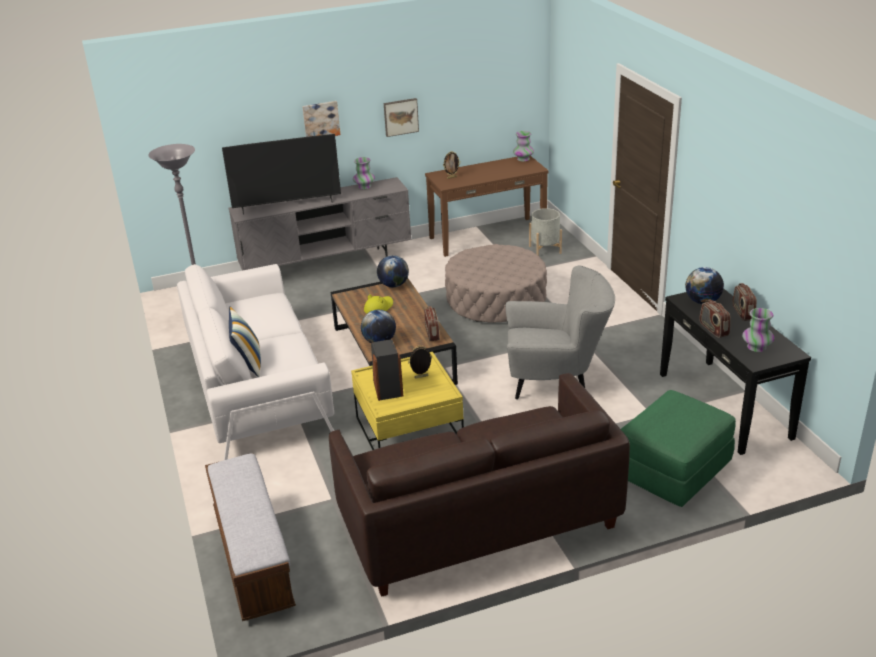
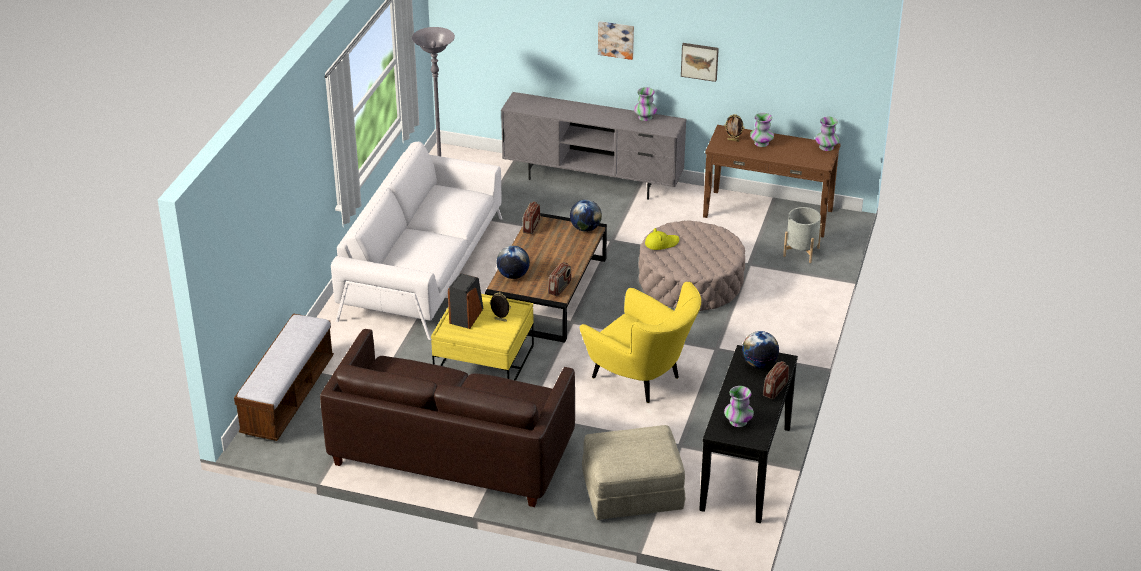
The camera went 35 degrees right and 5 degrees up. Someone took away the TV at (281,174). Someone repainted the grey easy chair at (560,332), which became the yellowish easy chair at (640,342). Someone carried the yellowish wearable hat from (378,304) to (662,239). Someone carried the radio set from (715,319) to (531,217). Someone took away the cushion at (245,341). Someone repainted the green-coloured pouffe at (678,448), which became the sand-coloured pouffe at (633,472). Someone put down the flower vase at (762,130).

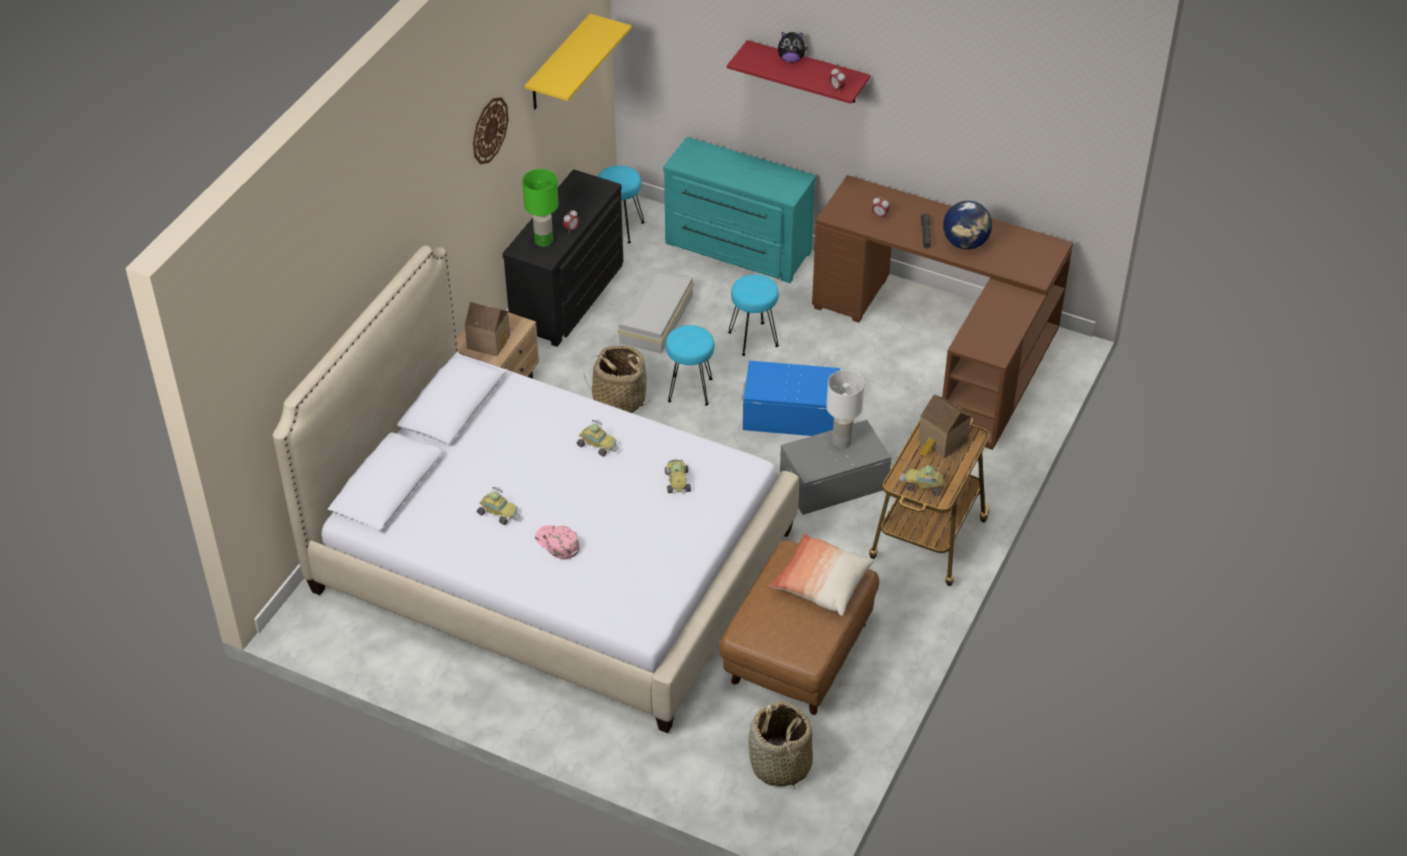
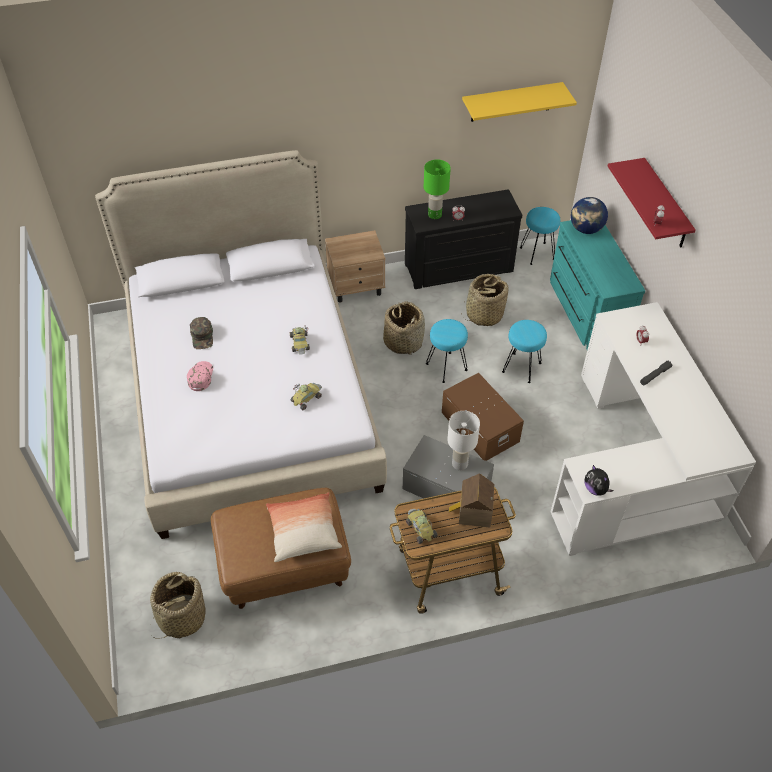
The camera went 50 degrees right and 5 degrees up. Someone carried the cuddly toy from (793,47) to (599,480). Someone took away the hanging clock at (491,130). Someone repainted the brownish desk at (942,312), which became the white desk at (653,429). Someone carried the world globe from (967,225) to (589,215). Someone swapped the white storage container at (656,310) for the household basket at (485,300). Someone took away the toy house at (487,329). Someone repainted the bluish storage container at (791,398), which became the brownish storage container at (483,417). Someone swapped the model car at (499,506) for the green-coloured peaked cap at (201,333).

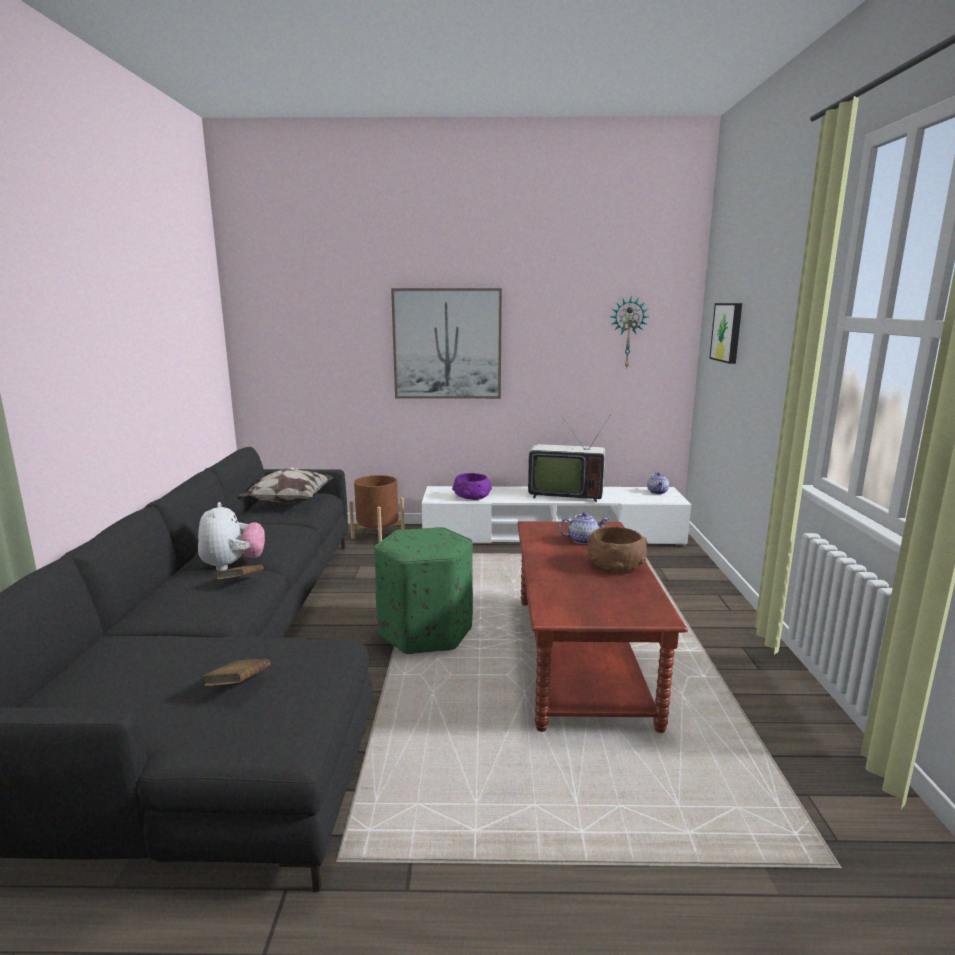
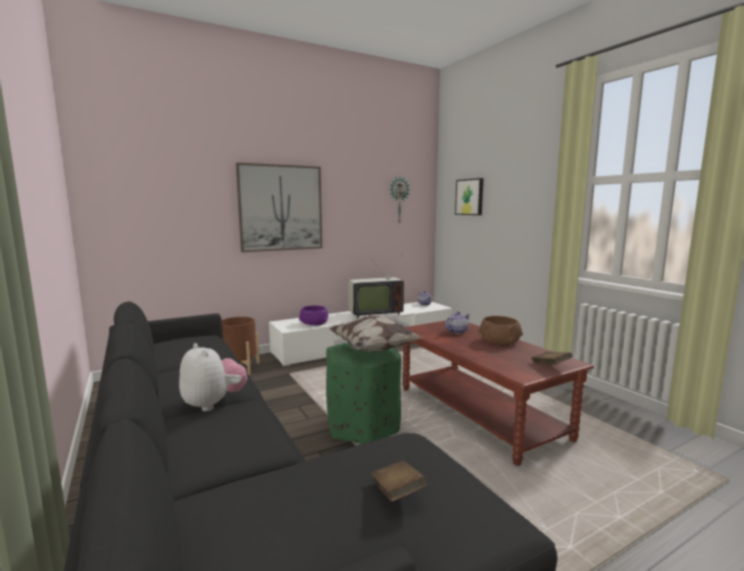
The camera went 30 degrees left and 5 degrees down. Someone carried the cushion from (285,485) to (376,333). Someone carried the brownish book from (239,572) to (551,358).

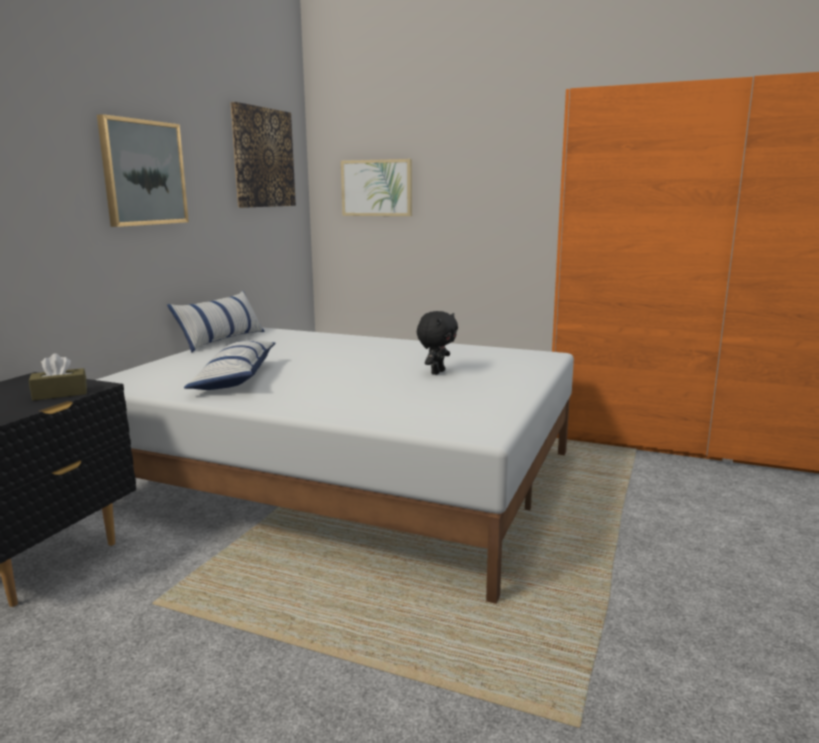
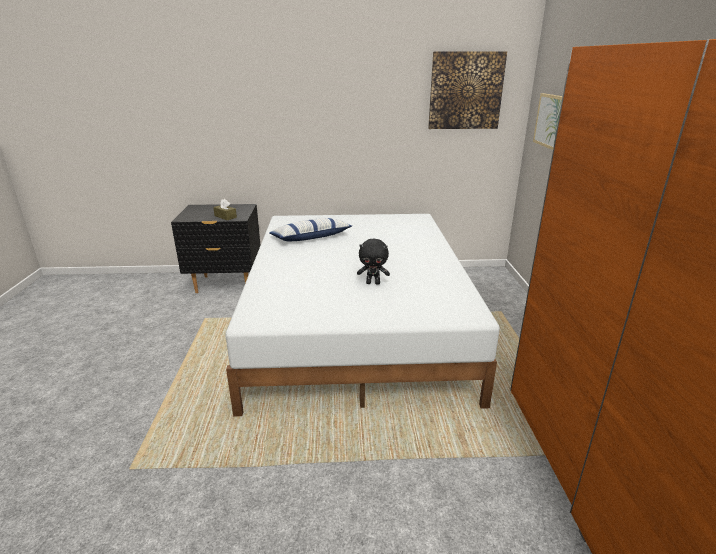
The camera went 65 degrees right and 10 degrees up. Someone took away the wall art at (143,170). Someone took away the cushion at (216,321).

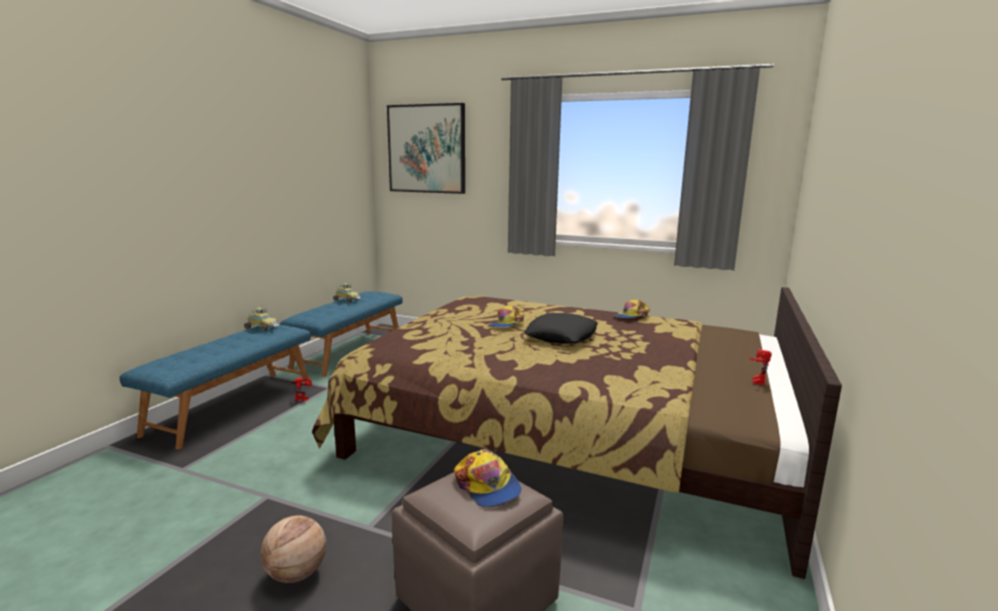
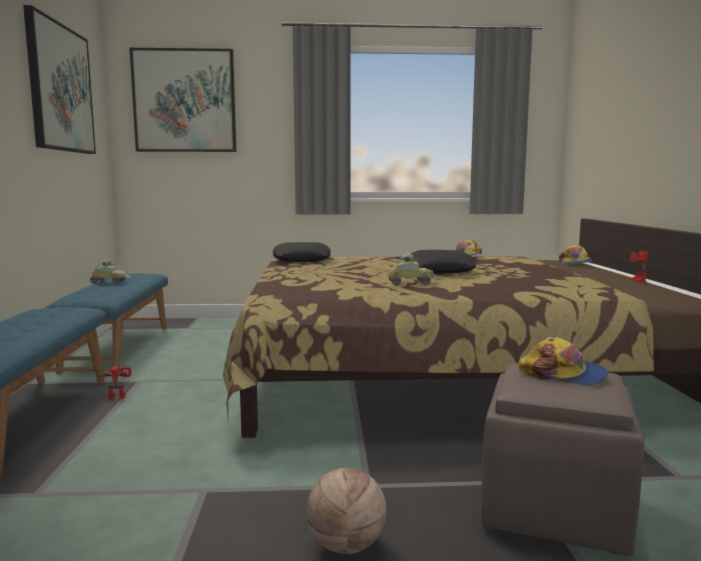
The camera went 25 degrees left and 5 degrees down. Someone carried the peaked cap from (506,316) to (575,254). Someone carried the model car from (261,319) to (412,269). Someone put up the wall art at (59,79). Someone put down the black-coloured cushion at (302,252).

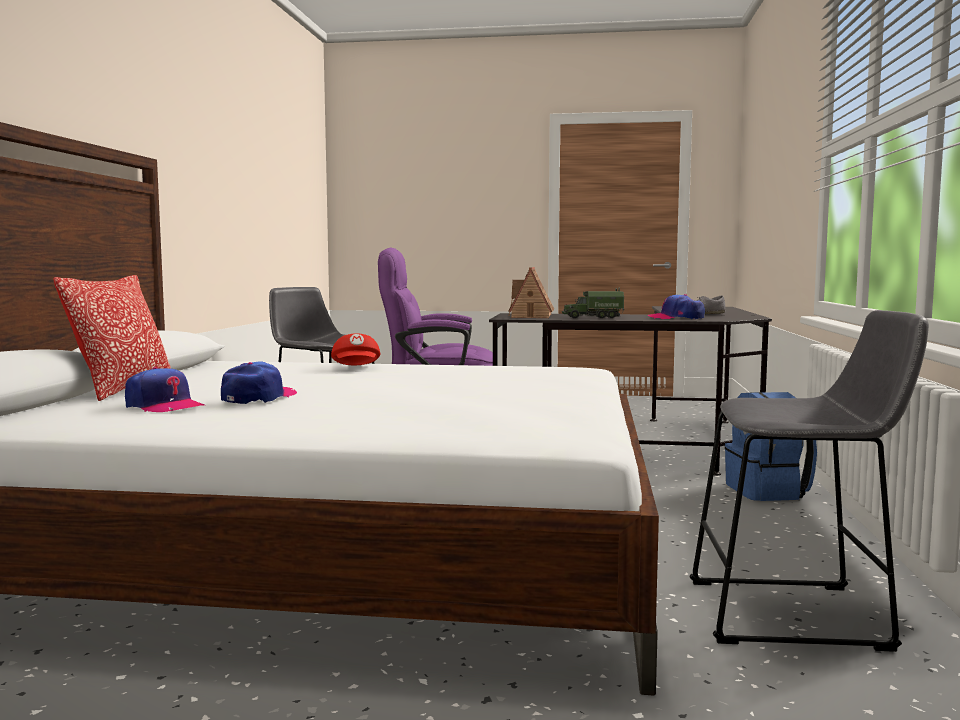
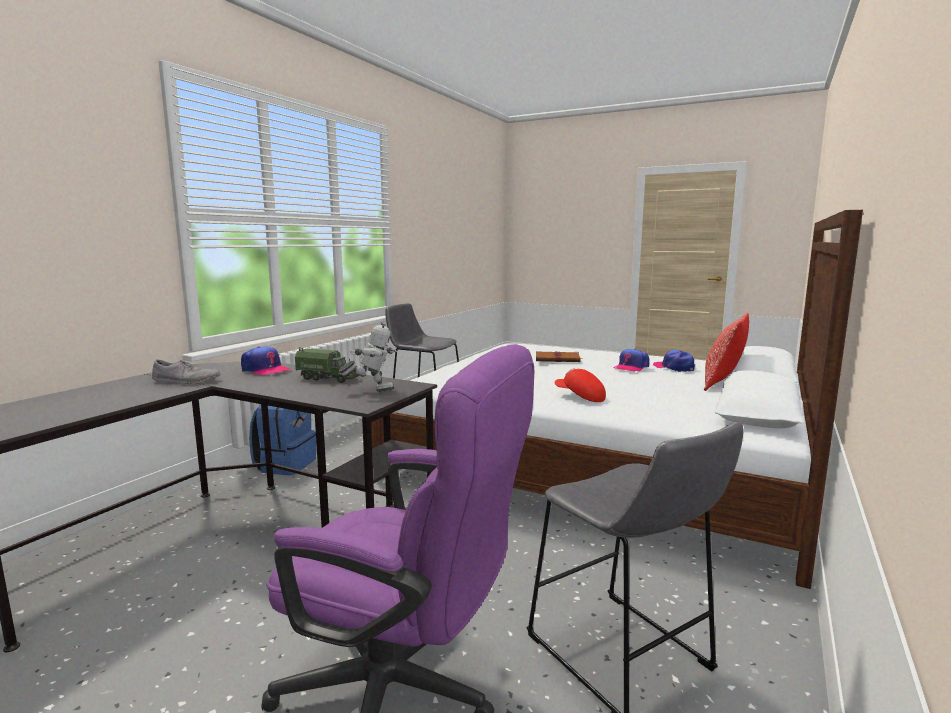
The camera went 160 degrees left and 5 degrees up. Someone swapped the toy house at (531,292) for the robot figure at (368,356). Someone rotated the red peaked cap at (355,349) by 60 degrees counterclockwise. Someone put down the brownish book at (559,356).

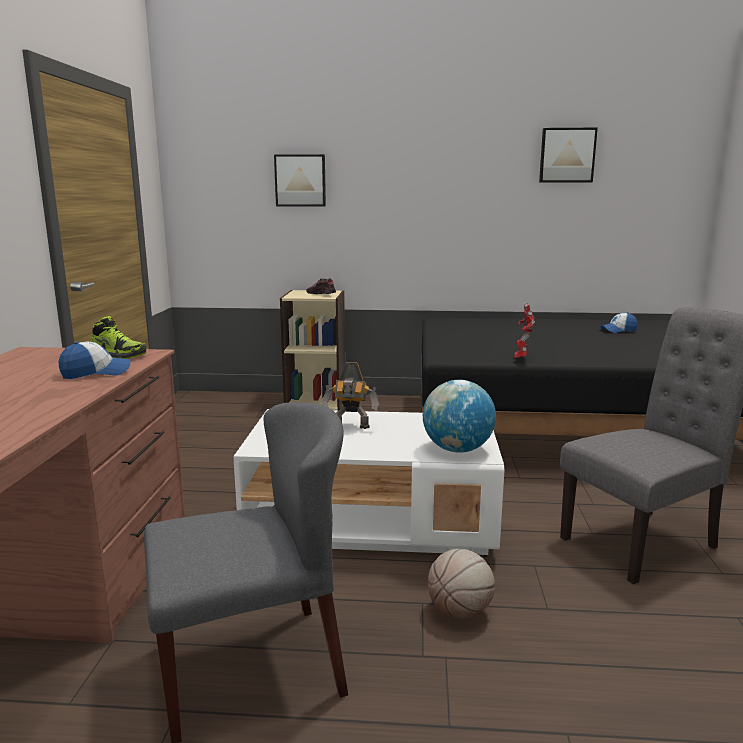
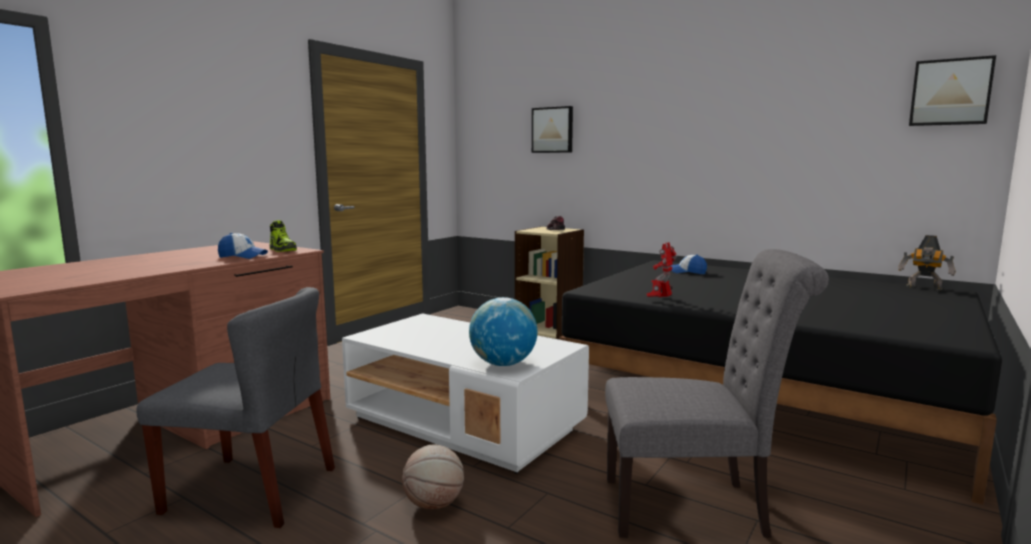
The camera went 30 degrees right and 5 degrees down. Someone carried the wall art from (568,155) to (952,90). Someone carried the peaked cap from (618,322) to (689,264). Someone carried the robot figure from (350,395) to (927,262).

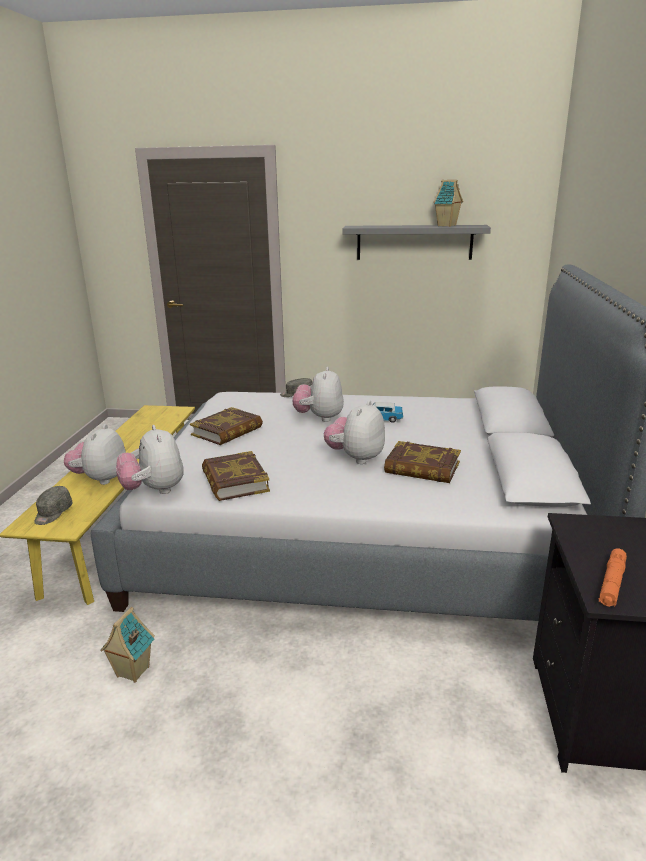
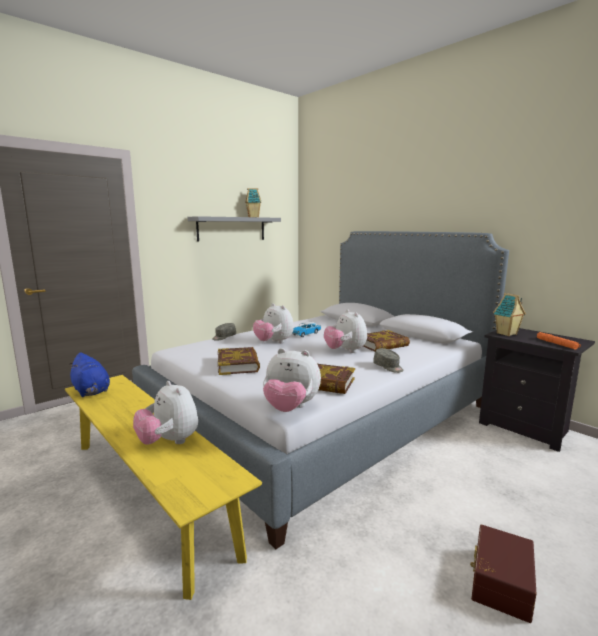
The camera went 50 degrees left and 10 degrees down. Someone carried the grey peaked cap from (53,505) to (388,360). Someone carried the toy house from (127,645) to (509,314). Someone put down the bluish cuddly toy at (89,375). Someone put down the brownish storage container at (503,574).

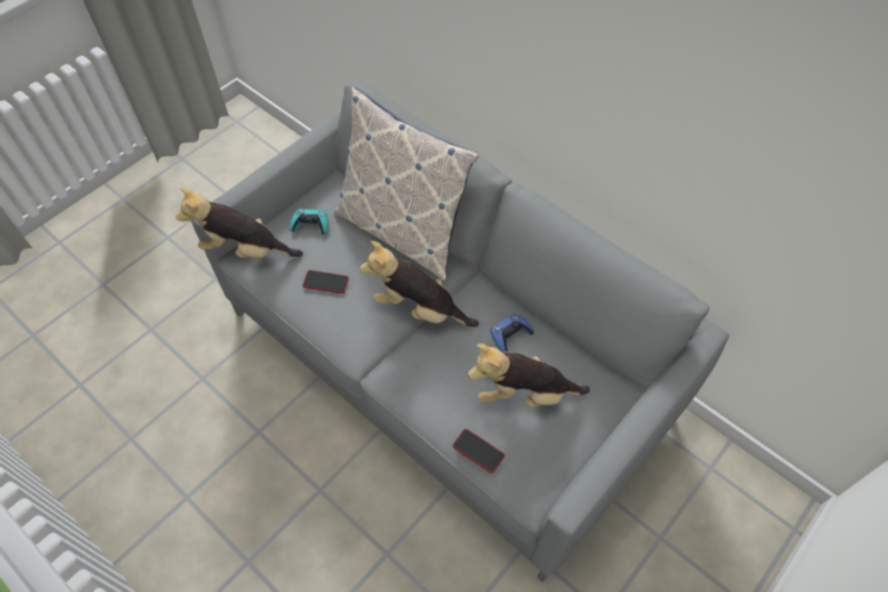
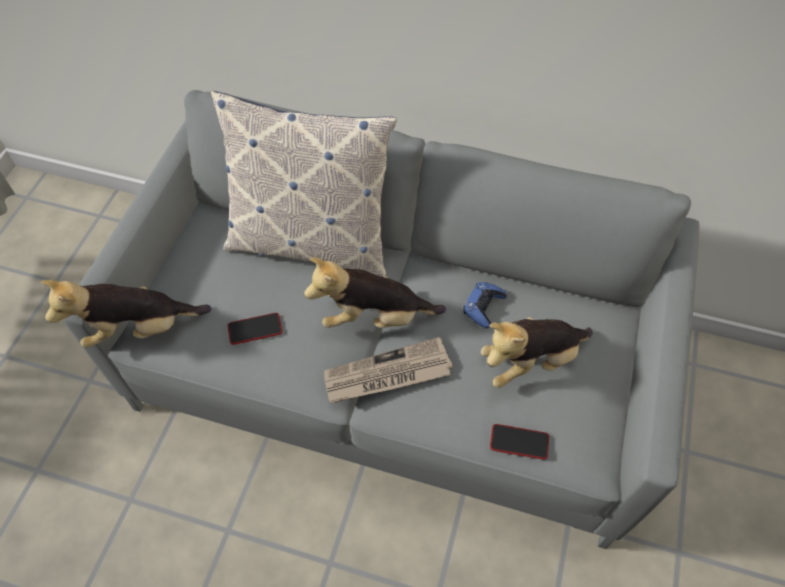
The camera went 25 degrees left and 0 degrees up. Someone took away the turquoise game controller at (309,222). Someone put down the printed paper at (388,370).

